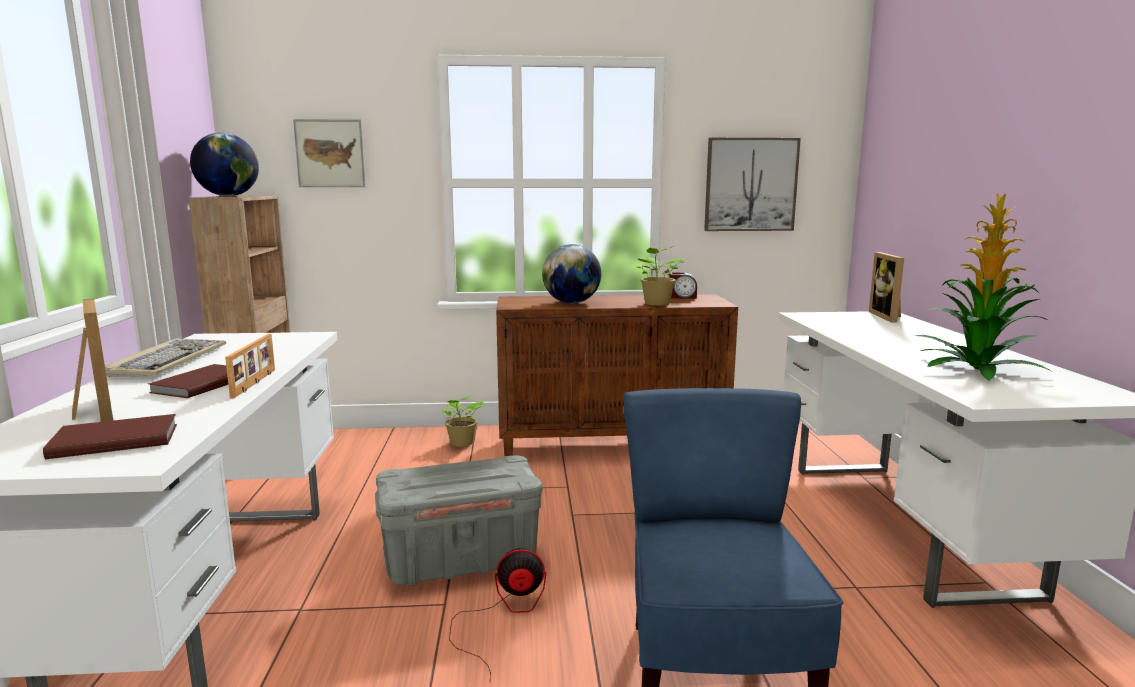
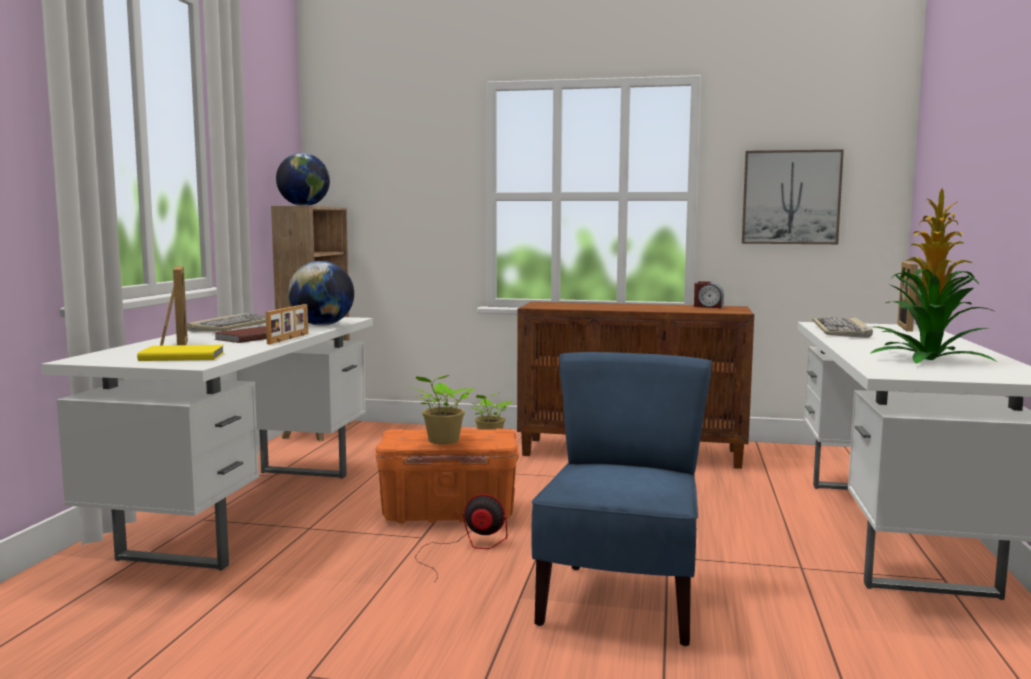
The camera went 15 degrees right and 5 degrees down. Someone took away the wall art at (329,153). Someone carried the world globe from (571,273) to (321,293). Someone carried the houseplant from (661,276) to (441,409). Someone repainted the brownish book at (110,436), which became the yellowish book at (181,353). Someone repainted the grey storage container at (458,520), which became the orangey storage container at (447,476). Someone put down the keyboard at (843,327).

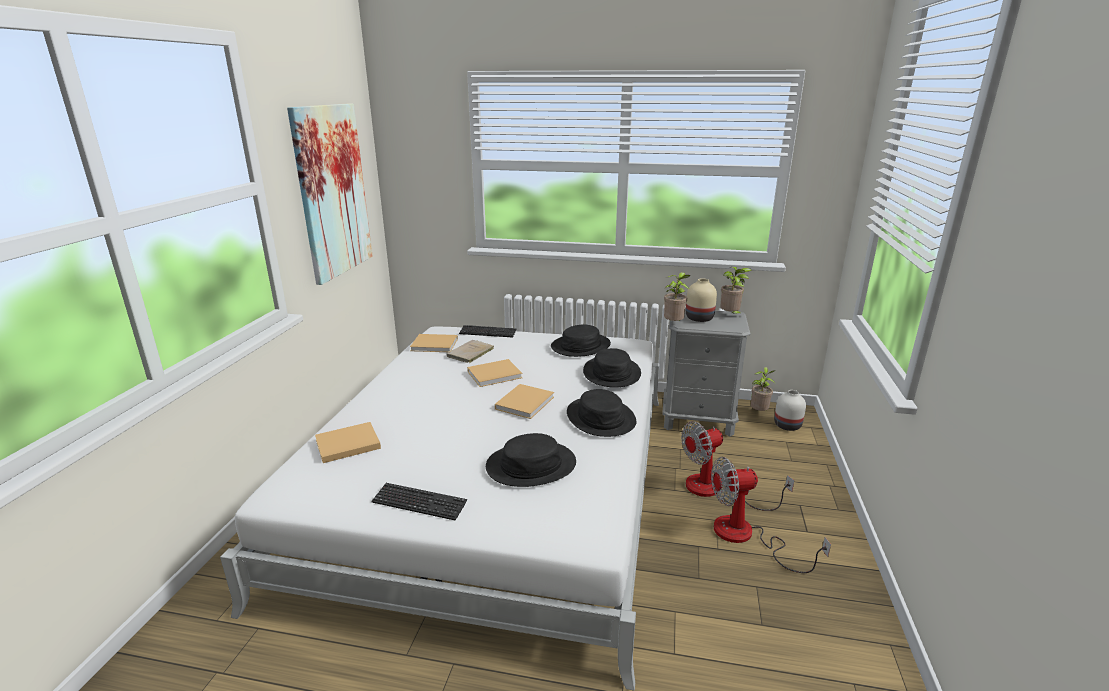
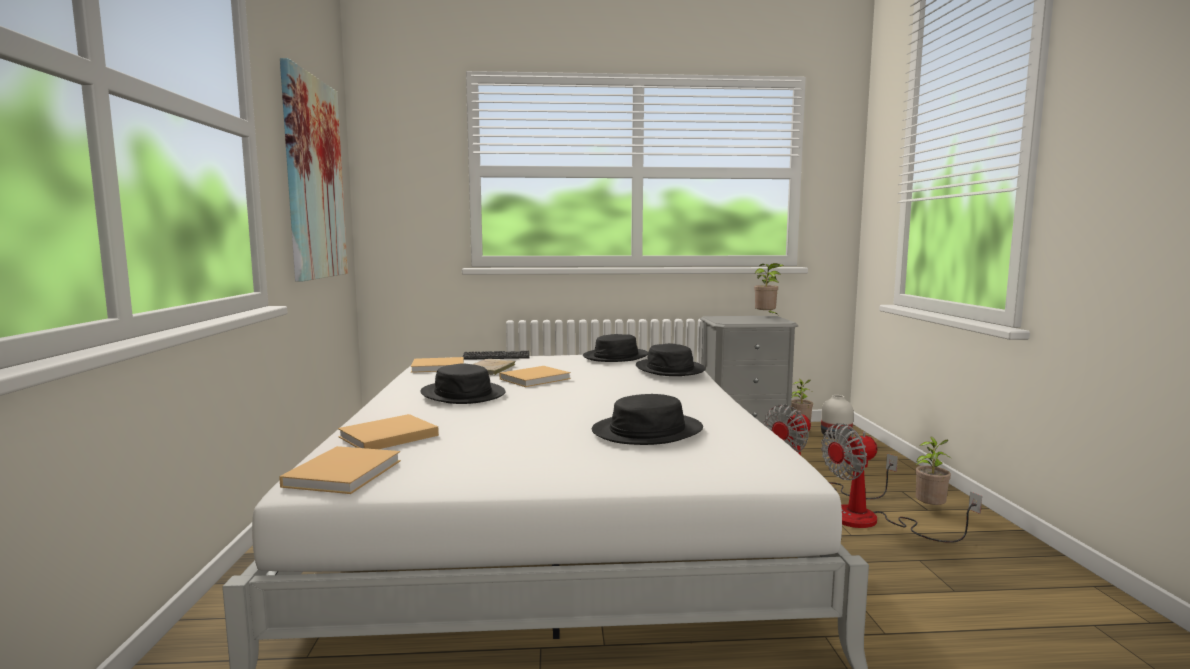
The camera went 15 degrees left and 15 degrees down. Someone carried the houseplant from (677,296) to (933,470). Someone took away the sand-coloured flower vase at (701,300). Someone carried the sand-coloured book from (524,401) to (340,470). Someone carried the black-coloured wearable hat from (601,413) to (463,383). Someone took away the keyboard at (419,501).

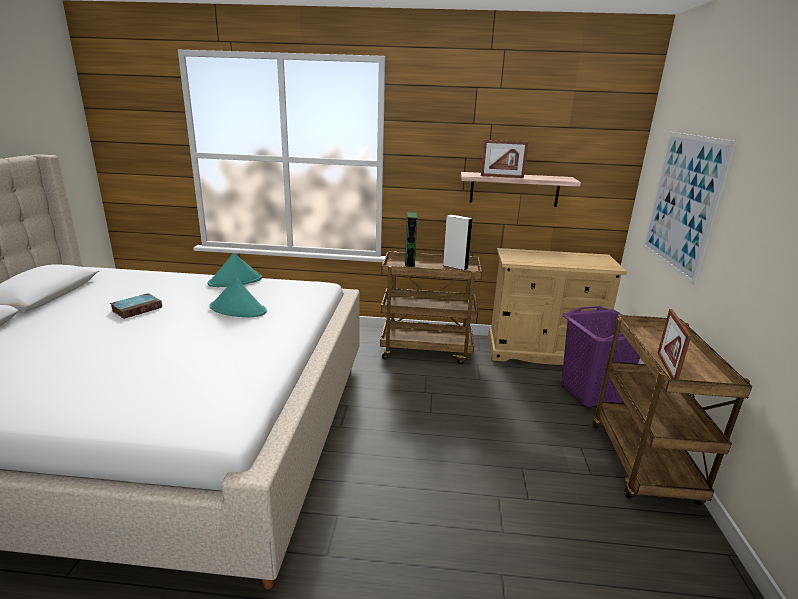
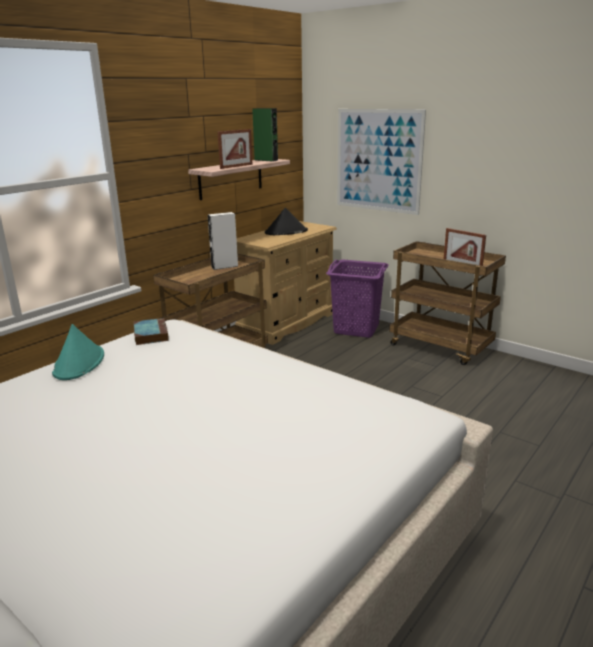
The camera went 55 degrees left and 0 degrees up. Someone carried the green-coloured loudspeaker from (411,239) to (265,135). Someone took away the turquoise wearable hat at (238,297). Someone carried the book from (136,306) to (151,331). Someone put down the black-coloured wearable hat at (286,221).

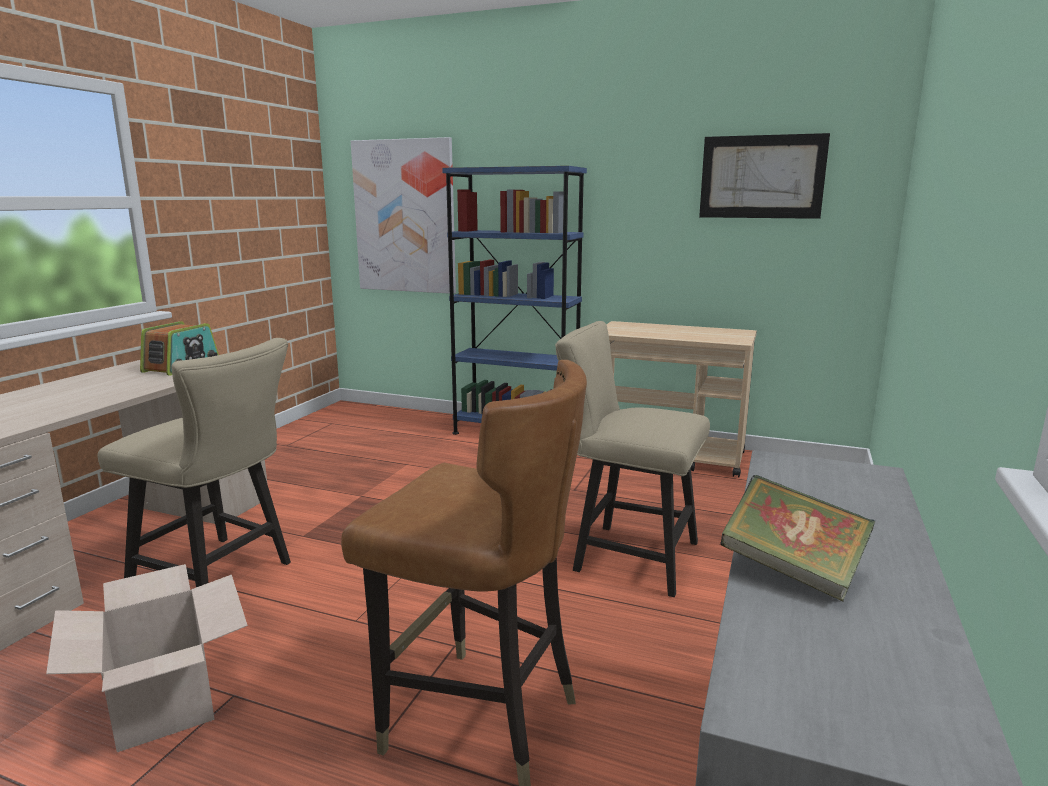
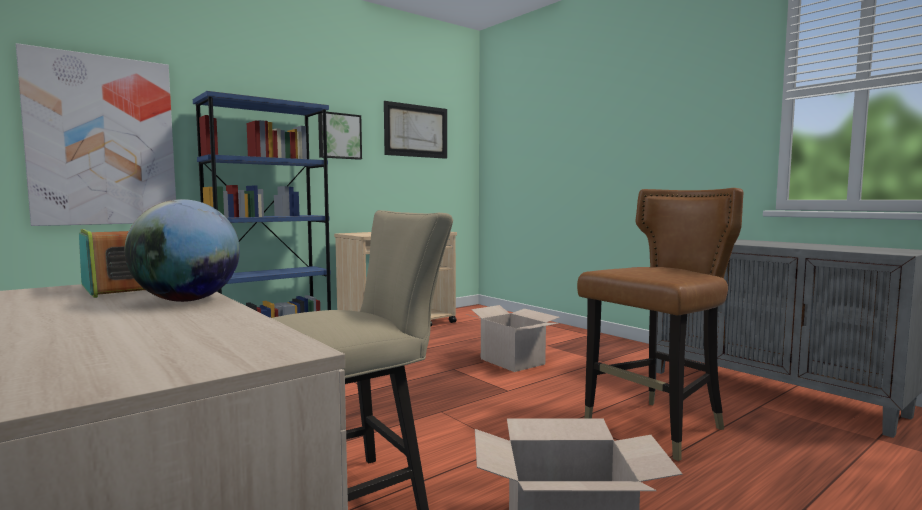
The camera went 60 degrees left and 10 degrees down. Someone swapped the sand-coloured upright chair at (632,459) for the cardboard box at (513,338). Someone took away the book at (798,538). Someone put up the wall art at (340,136). Someone put down the world globe at (182,250).

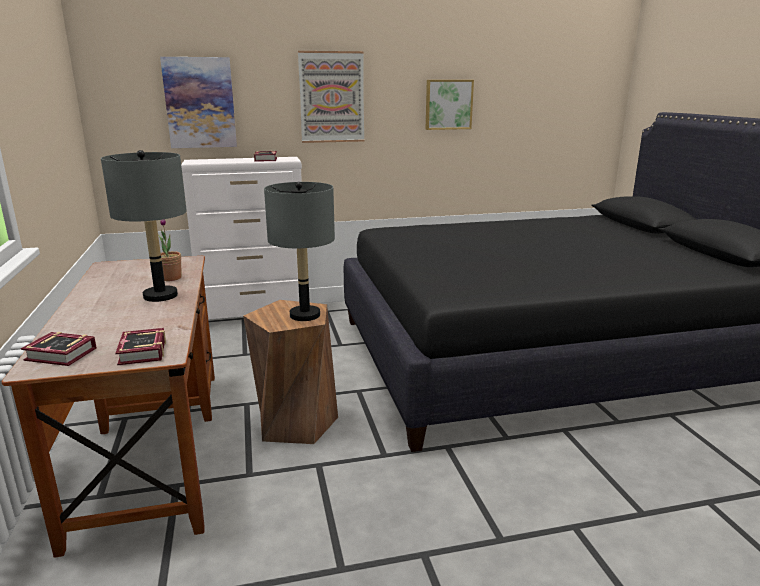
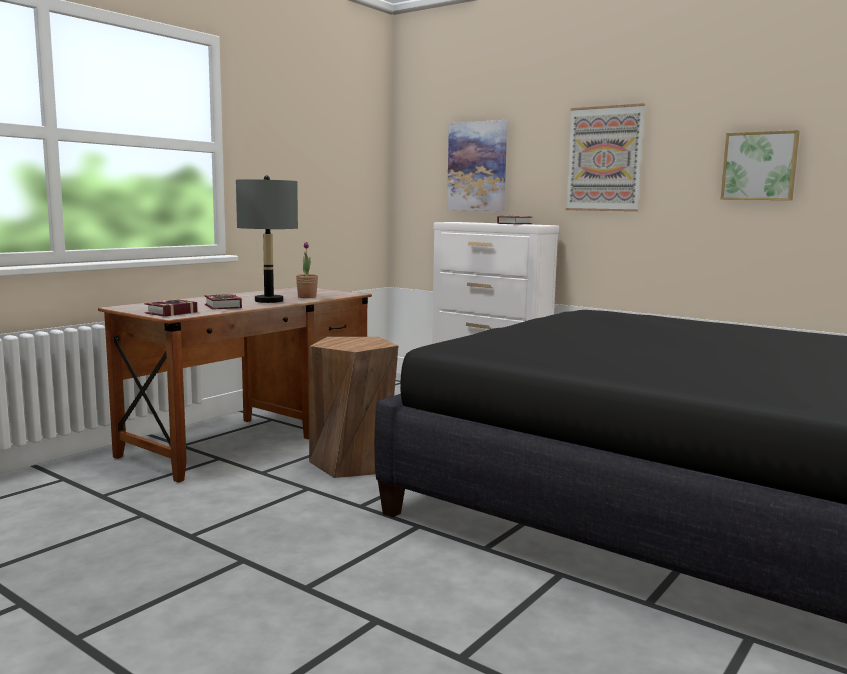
The camera went 50 degrees right and 10 degrees down. Someone took away the grey lamp for a table at (299,251). Someone carried the book from (59,349) to (223,302).

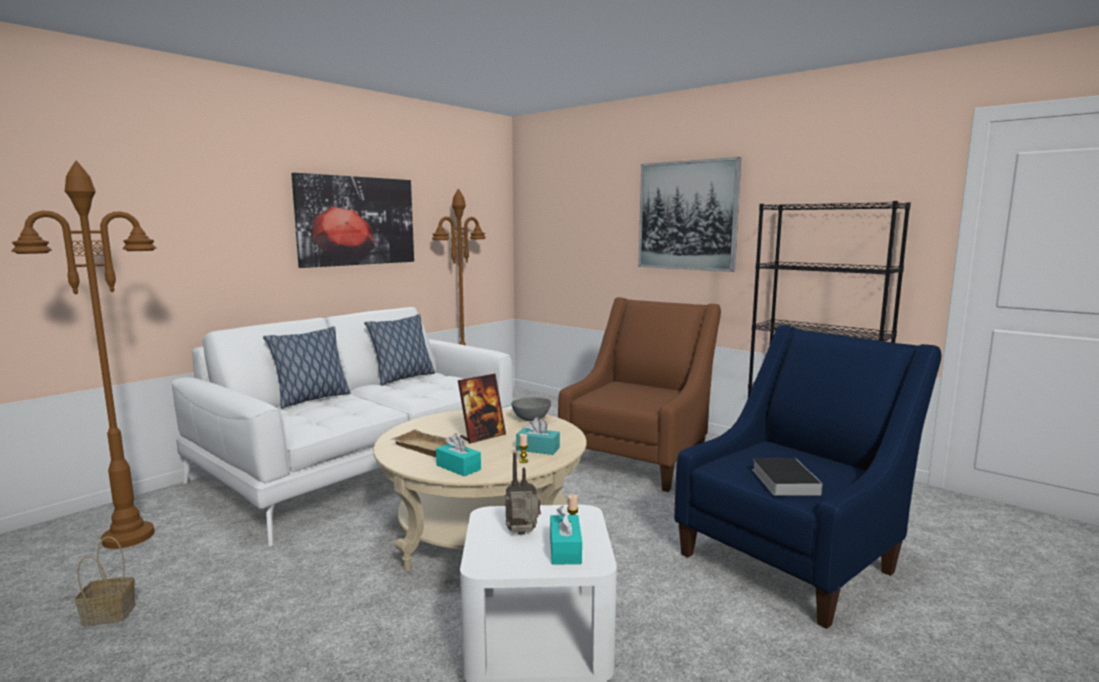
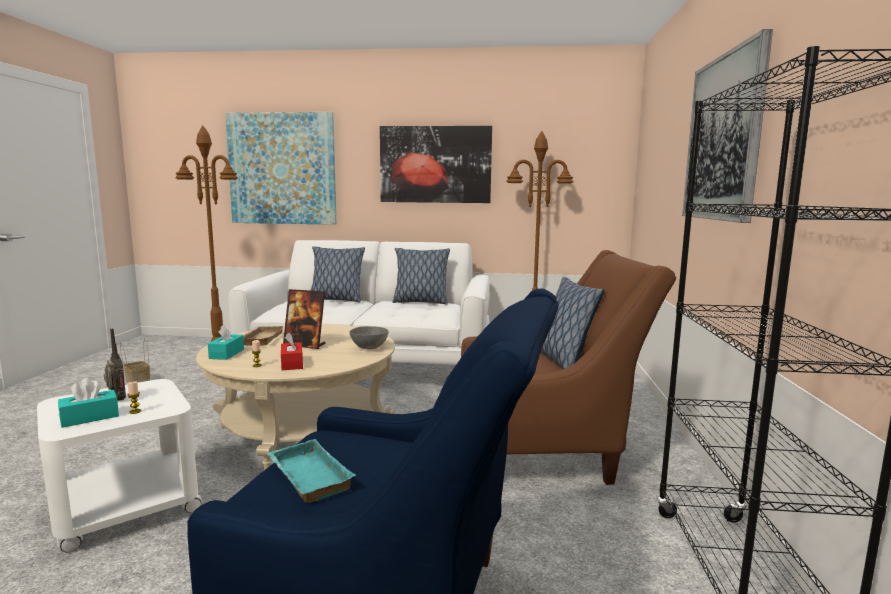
The camera went 55 degrees right and 0 degrees up. Someone repainted the turquoise tissue box at (538,436), which became the red tissue box at (292,351). Someone swapped the book at (787,477) for the turquoise serving tray at (311,471). Someone put up the wall art at (280,168). Someone put down the cushion at (572,323).

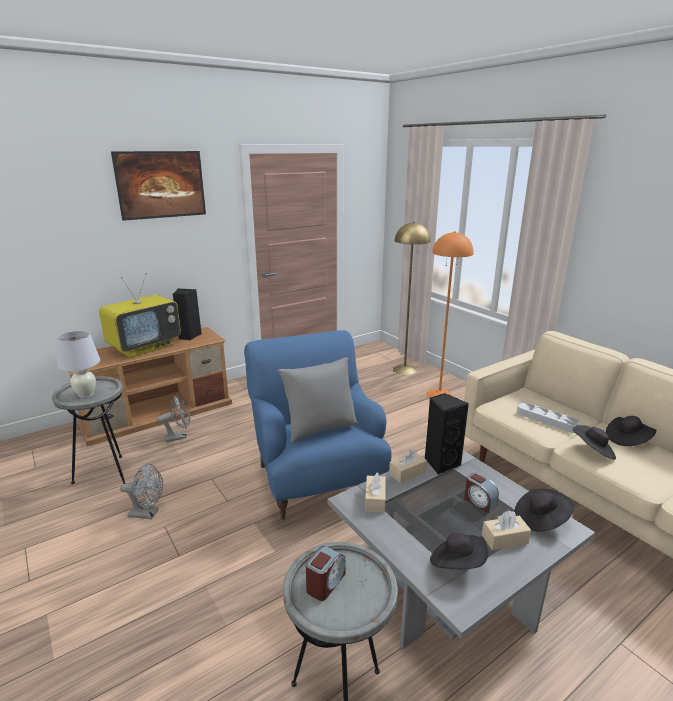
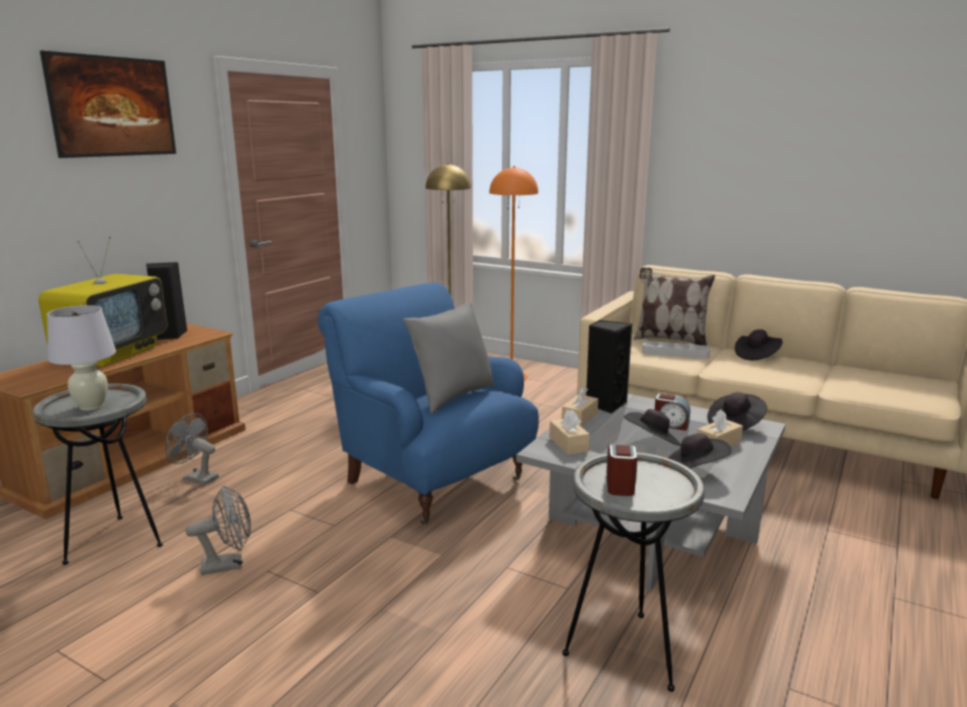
The camera went 25 degrees left and 5 degrees down. Someone rotated the grey cooling fan at (174,419) by 105 degrees counterclockwise. Someone carried the black-coloured wearable hat from (594,442) to (652,427). Someone put down the cushion at (674,306).

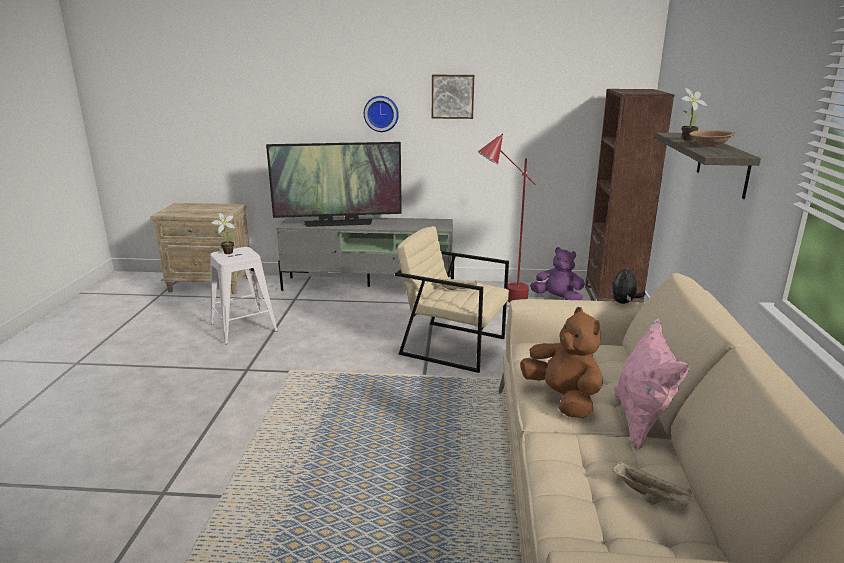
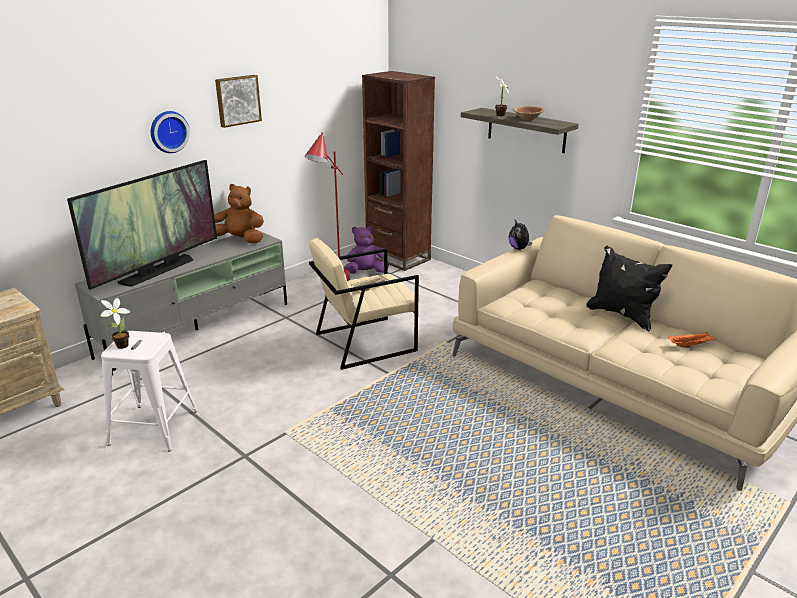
The camera went 50 degrees left and 5 degrees up. Someone carried the brownish cuddly toy from (561,362) to (239,214). Someone repainted the pink cushion at (652,384), which became the black-coloured cushion at (629,288). Someone repainted the sand-coloured serving tray at (652,483), which became the orangey serving tray at (692,339).

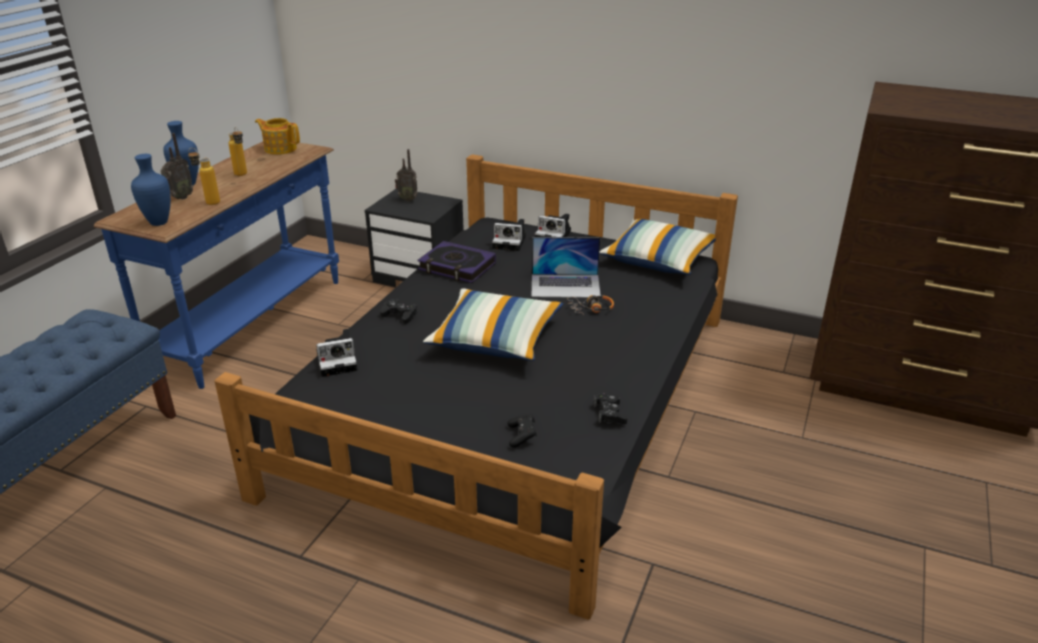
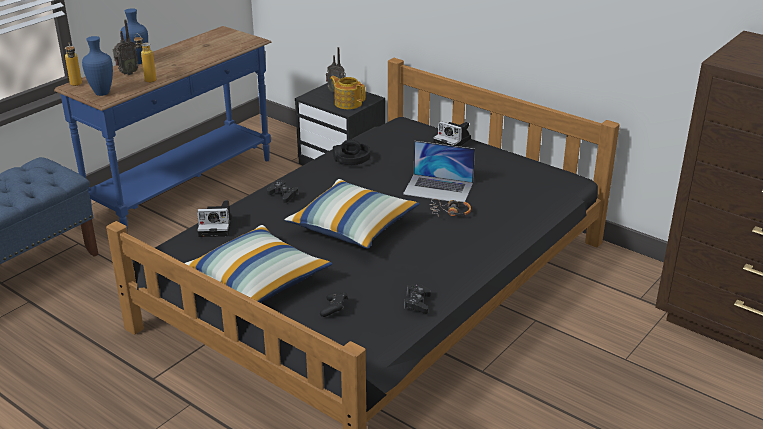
The camera went 15 degrees right and 0 degrees up. Someone carried the teapot from (277,136) to (348,92). Someone carried the drink bottle from (237,151) to (73,65). Someone carried the cushion from (657,246) to (258,263). Someone took away the still camera at (509,235). Someone swapped the book at (457,262) for the black-coloured headset at (351,152).

